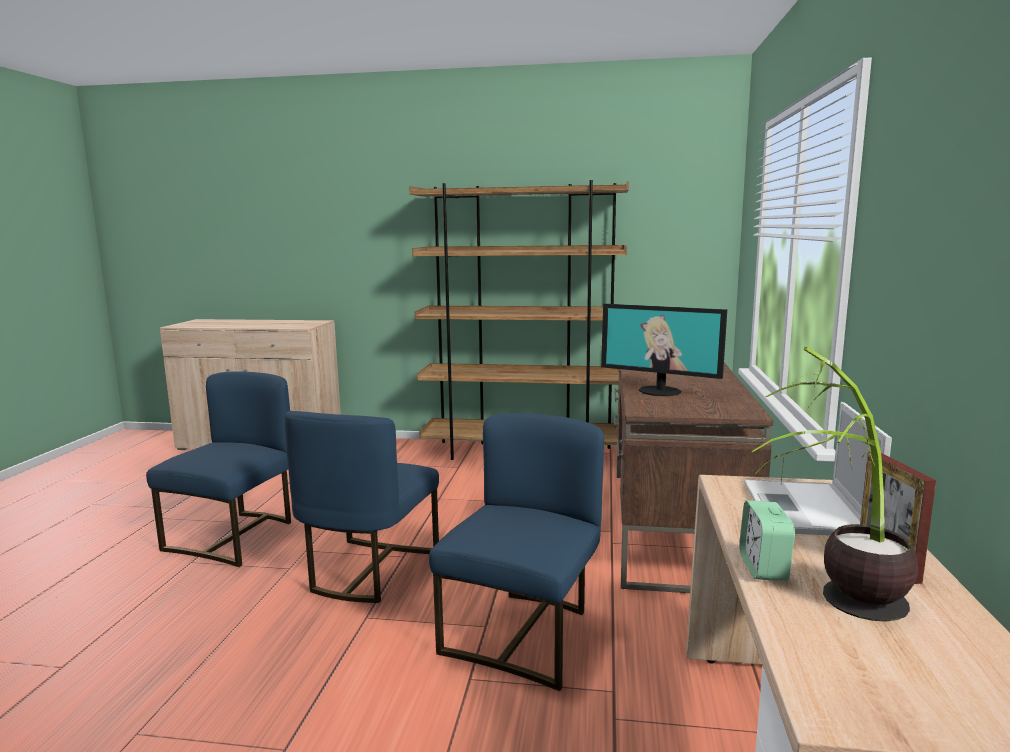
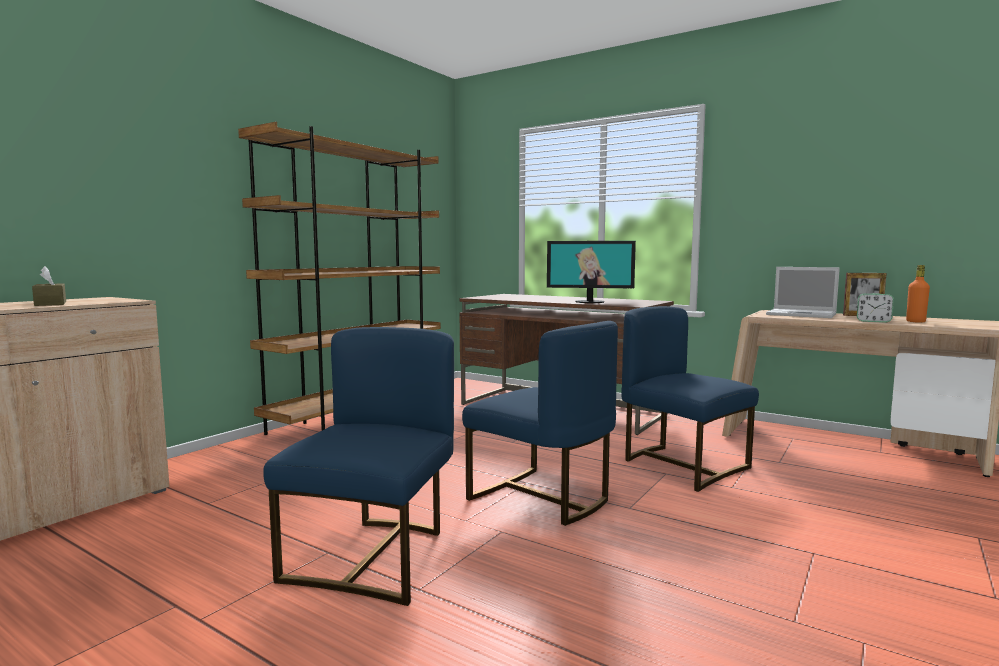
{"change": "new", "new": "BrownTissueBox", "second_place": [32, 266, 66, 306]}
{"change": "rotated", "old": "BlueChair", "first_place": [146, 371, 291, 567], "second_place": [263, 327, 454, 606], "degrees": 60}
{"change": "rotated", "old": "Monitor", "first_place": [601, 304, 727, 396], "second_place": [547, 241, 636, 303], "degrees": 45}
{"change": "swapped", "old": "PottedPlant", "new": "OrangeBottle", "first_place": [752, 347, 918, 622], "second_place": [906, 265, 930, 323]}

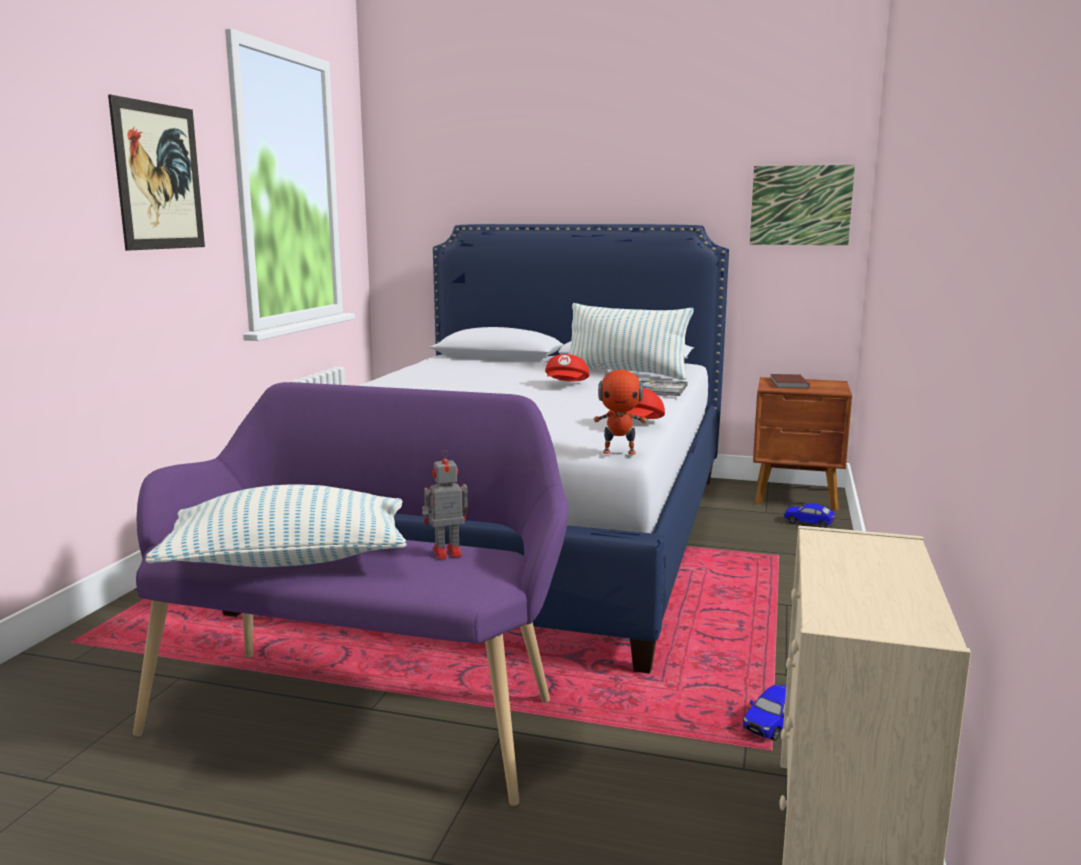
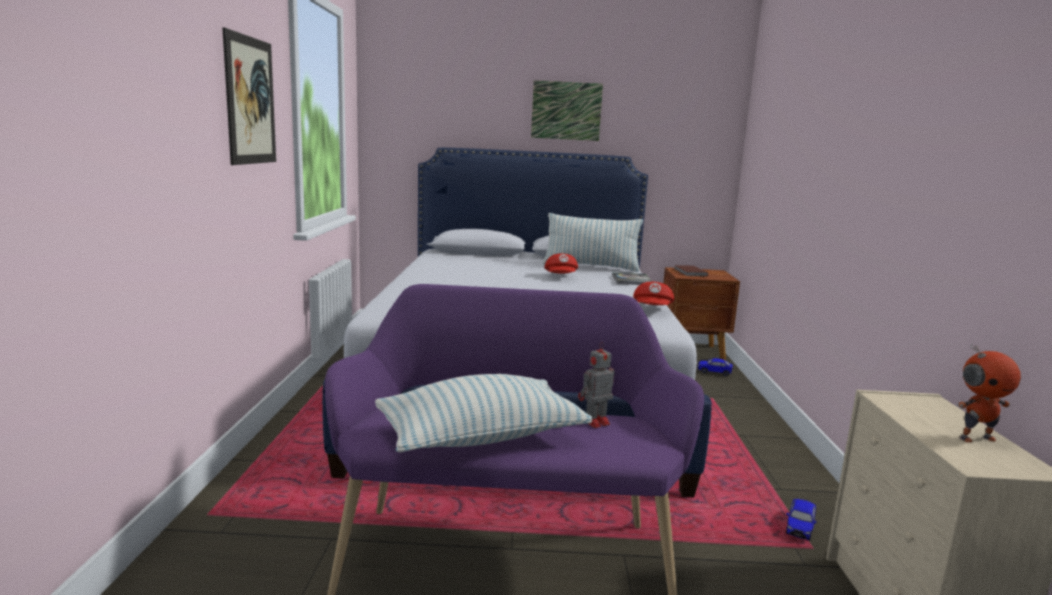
{"change": "shifted", "old": "Picture", "first_place": [750, 165, 855, 245], "second_place": [531, 80, 603, 141]}
{"change": "shifted", "old": "ToyRobot", "first_place": [593, 362, 647, 455], "second_place": [957, 343, 1021, 443]}

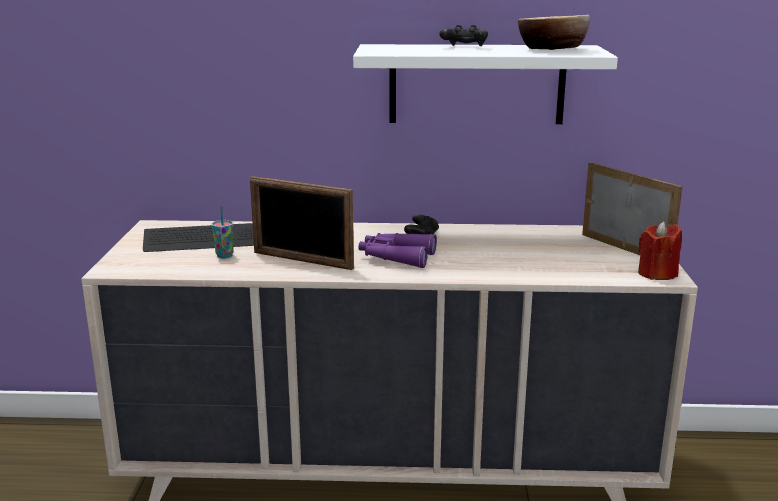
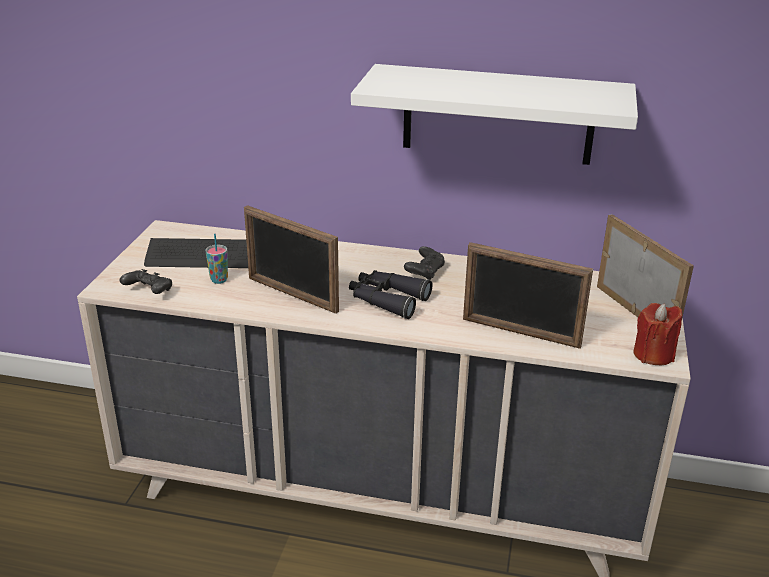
{"change": "shifted", "old": "BlackGameController", "first_place": [439, 25, 488, 46], "second_place": [120, 269, 172, 294]}
{"change": "repainted", "old": "PurpleBinoculars", "new": "BlackBinoculars", "first_place": [358, 233, 437, 268], "second_place": [349, 270, 433, 319]}
{"change": "new", "new": "PictureFrame", "second_place": [463, 242, 593, 349]}
{"change": "gone", "old": "Bowl", "first_place": [518, 15, 590, 50]}

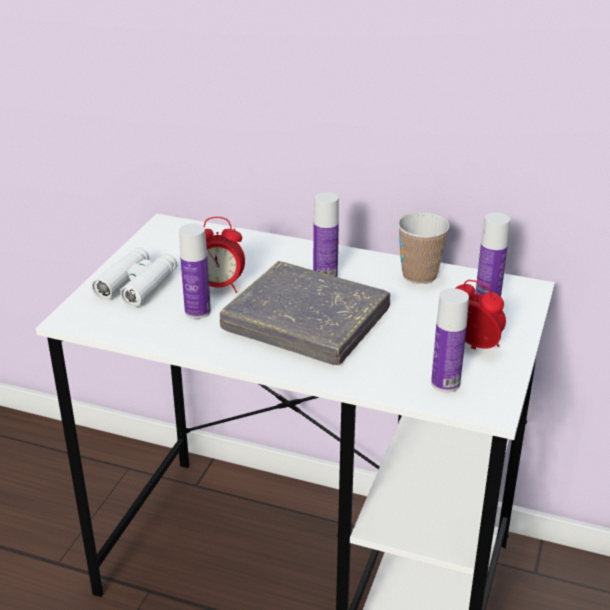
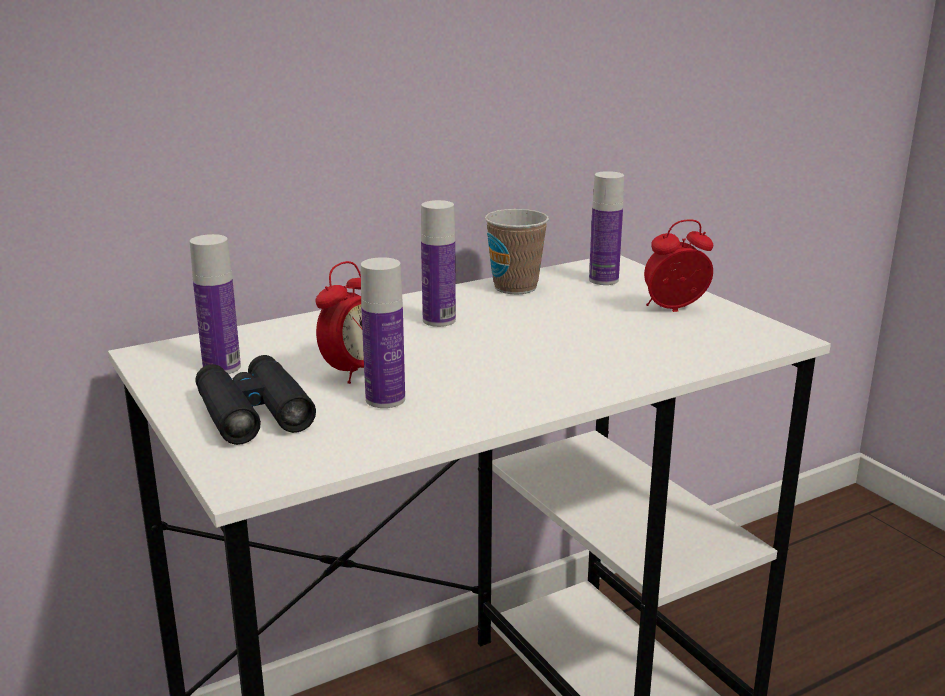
{"change": "shifted", "old": "Bottle", "first_place": [431, 288, 469, 392], "second_place": [190, 234, 241, 374]}
{"change": "repainted", "old": "WhiteBinoculars", "new": "BlackBinoculars", "first_place": [91, 247, 177, 307], "second_place": [195, 355, 316, 445]}
{"change": "gone", "old": "GreyBook", "first_place": [220, 261, 390, 365]}

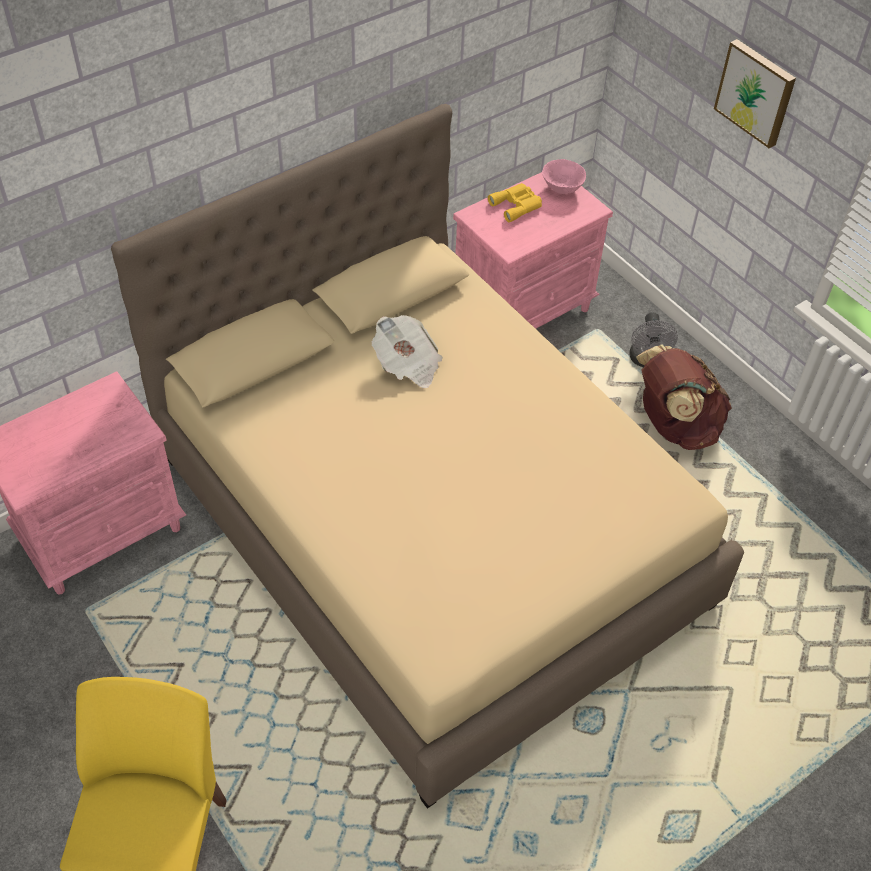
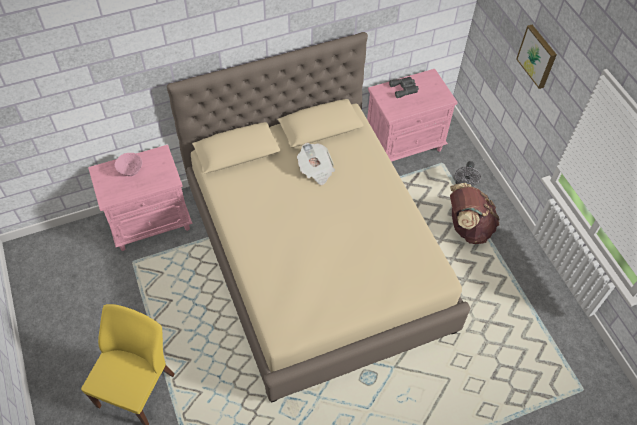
{"change": "shifted", "old": "PinkBowl", "first_place": [542, 159, 586, 194], "second_place": [115, 153, 142, 176]}
{"change": "repainted", "old": "YellowBinoculars", "new": "GreyBinoculars", "first_place": [488, 183, 542, 222], "second_place": [389, 77, 419, 98]}

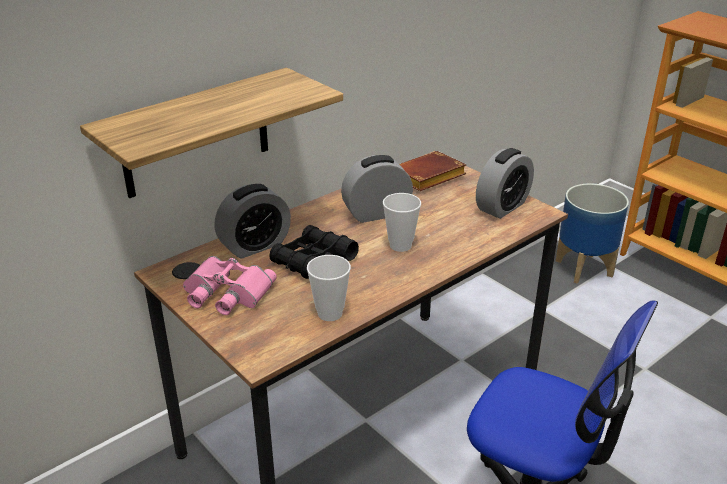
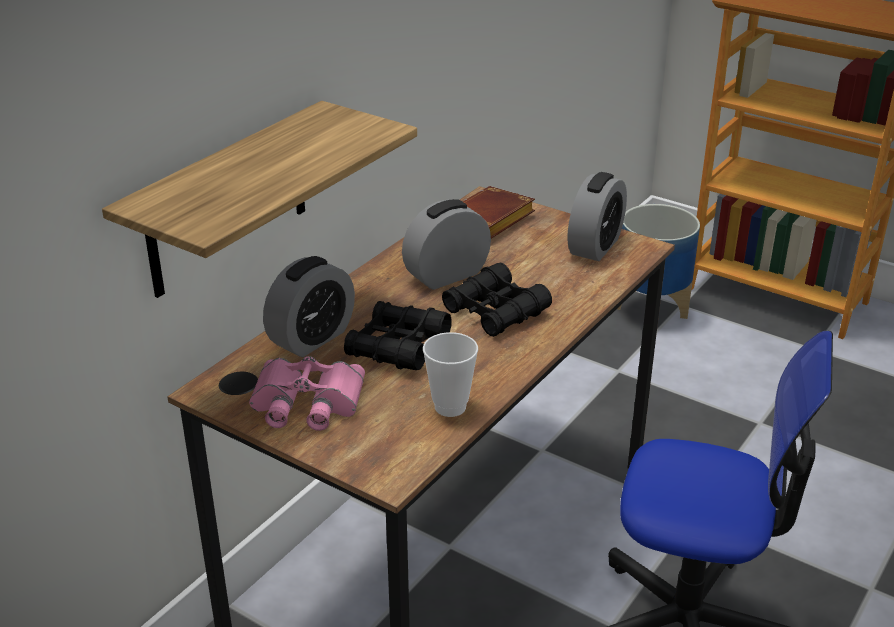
{"change": "swapped", "old": "Cup", "new": "BlackBinoculars", "first_place": [383, 193, 421, 252], "second_place": [442, 262, 552, 337]}

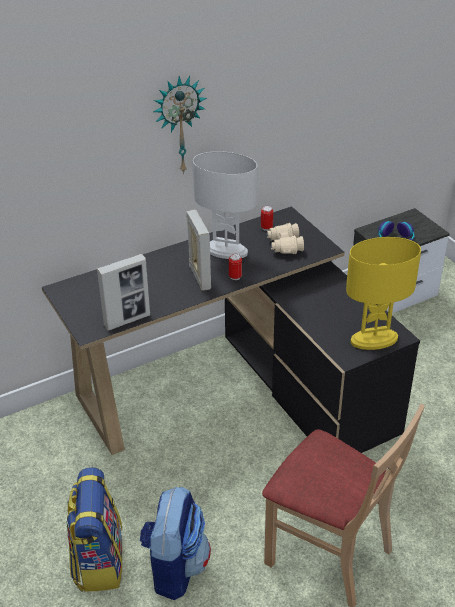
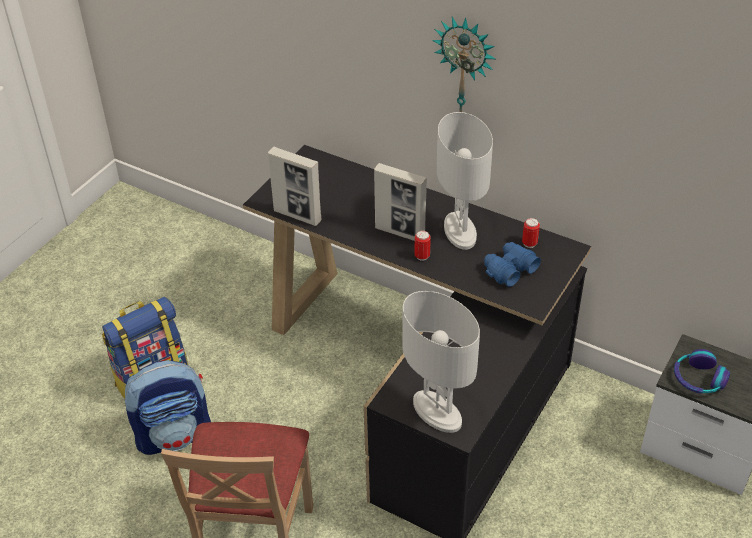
{"change": "rotated", "old": "PictureFrame", "first_place": [186, 210, 211, 291], "second_place": [374, 163, 427, 241], "degrees": 75}
{"change": "repainted", "old": "YellowTableLamp", "new": "WhiteTableLamp", "first_place": [346, 237, 421, 350], "second_place": [402, 291, 480, 433]}
{"change": "repainted", "old": "BeigeBinoculars", "new": "BlueBinoculars", "first_place": [267, 223, 304, 254], "second_place": [484, 242, 541, 287]}

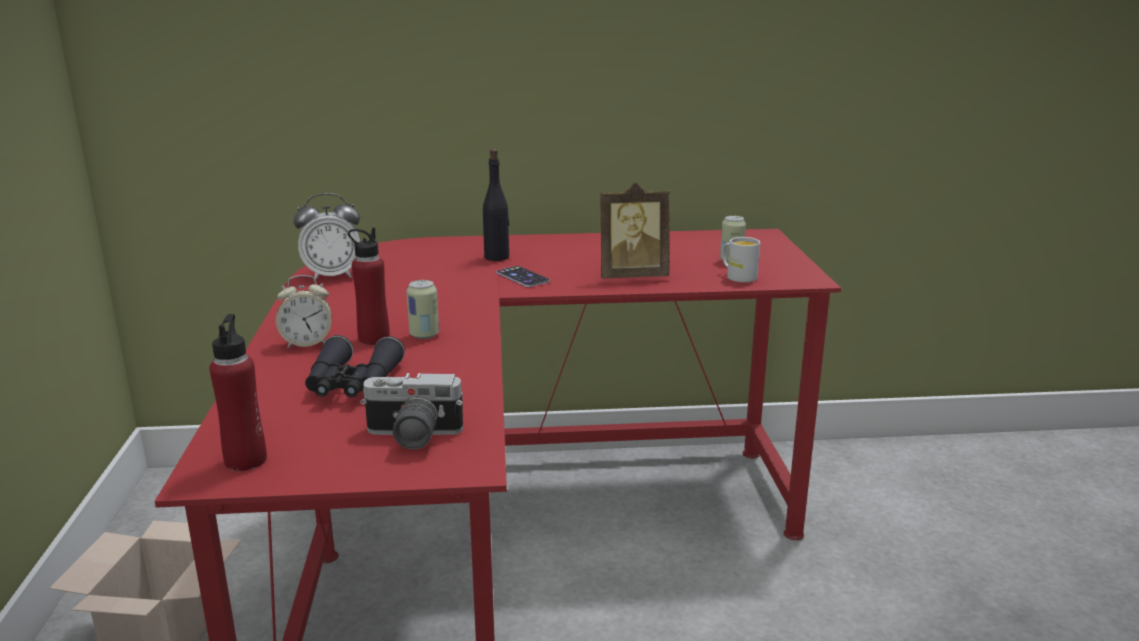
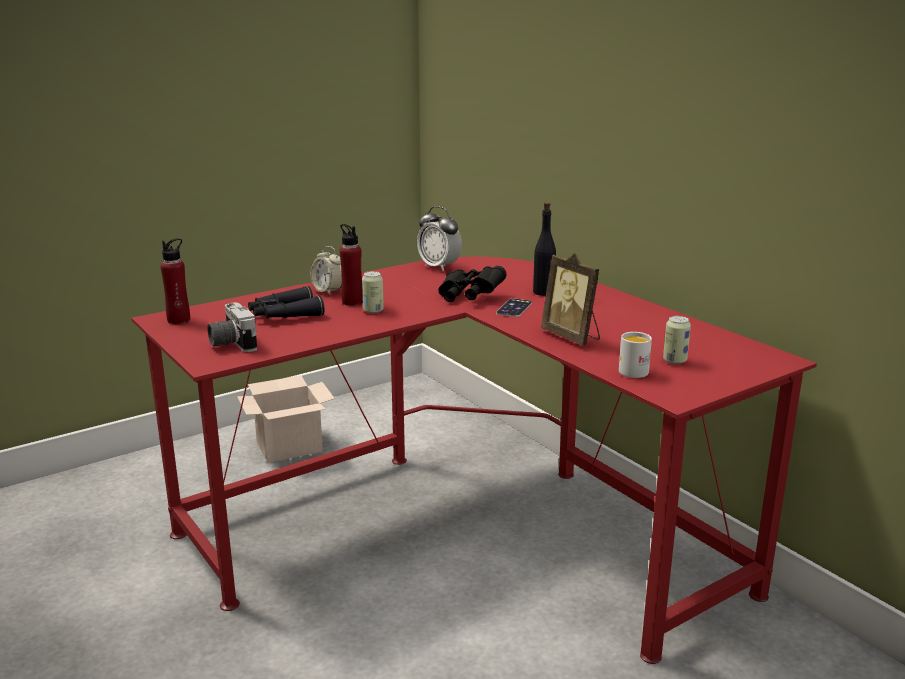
{"change": "new", "new": "BlackBinoculars", "second_place": [438, 266, 507, 302]}

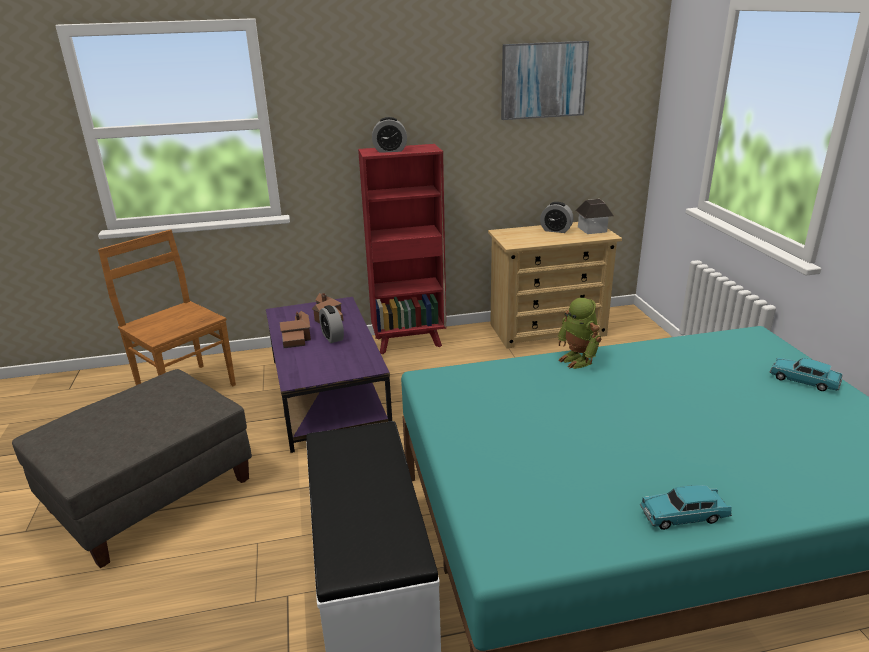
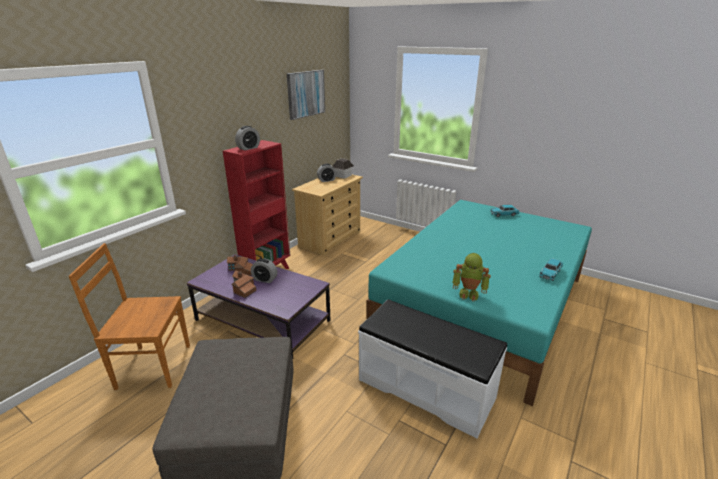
{"change": "shifted", "old": "ToyRobot", "first_place": [558, 298, 602, 369], "second_place": [453, 253, 491, 301]}

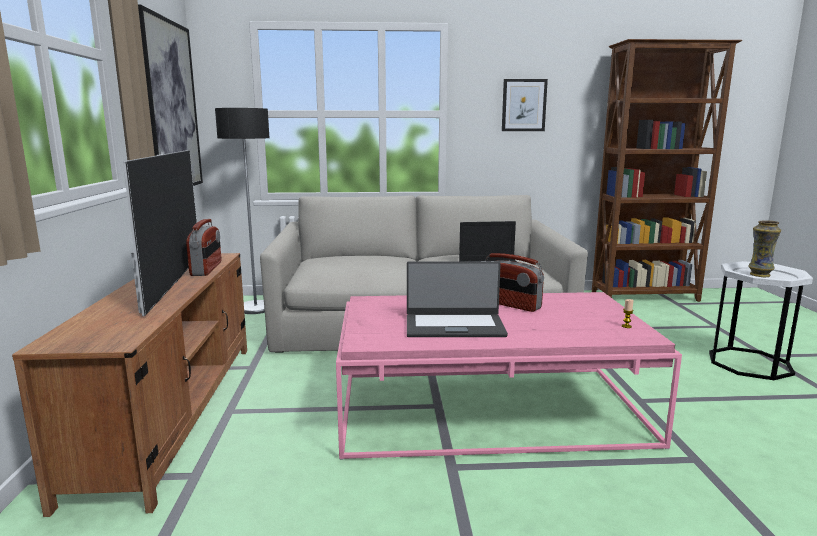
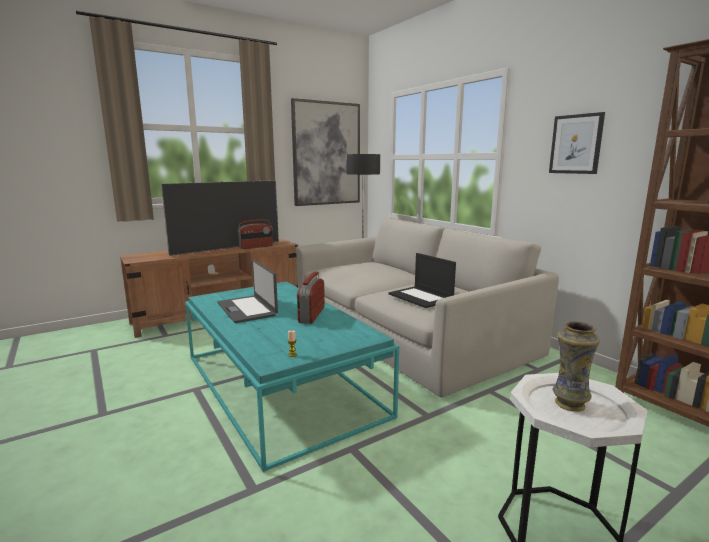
{"change": "repainted", "old": "PinkCoffeeTable", "new": "TurquoiseCoffeeTable", "first_place": [336, 292, 682, 460], "second_place": [185, 281, 399, 473]}

